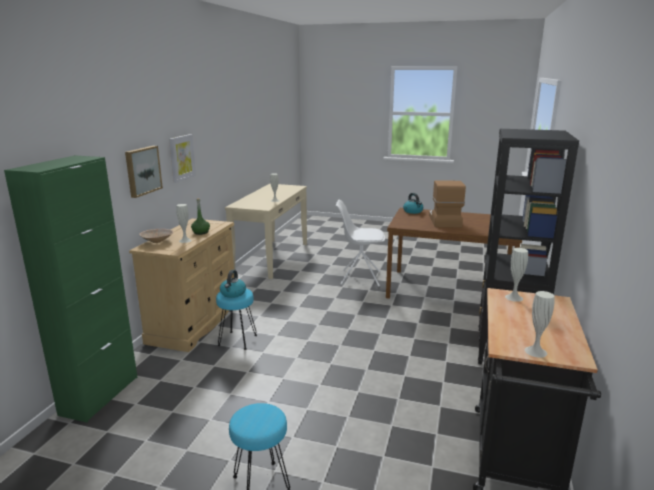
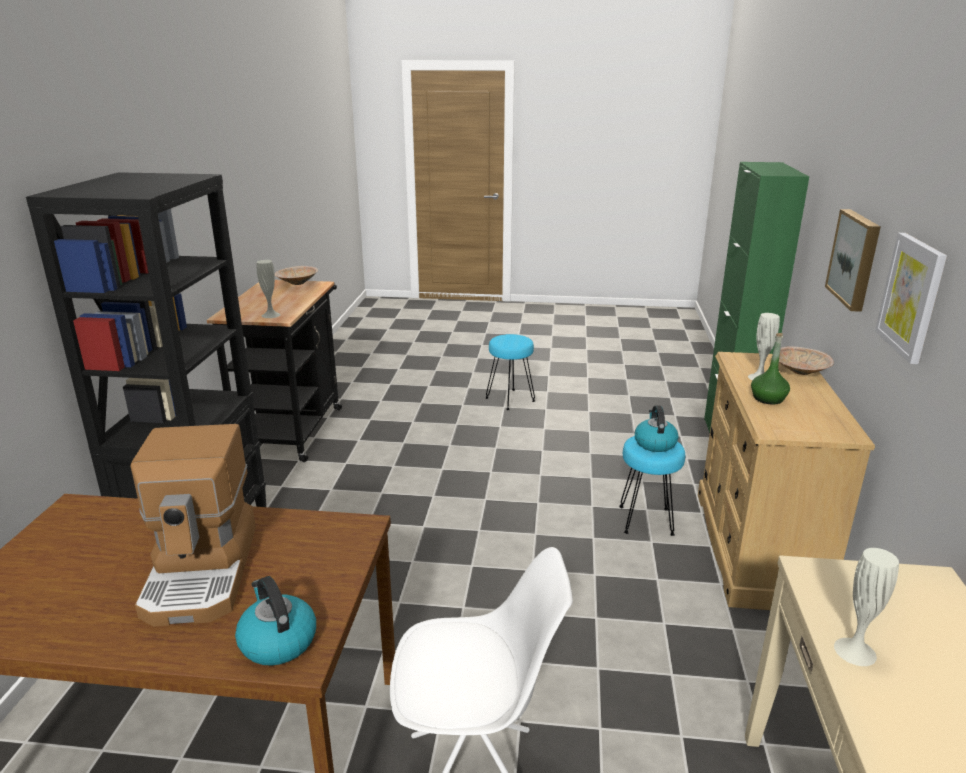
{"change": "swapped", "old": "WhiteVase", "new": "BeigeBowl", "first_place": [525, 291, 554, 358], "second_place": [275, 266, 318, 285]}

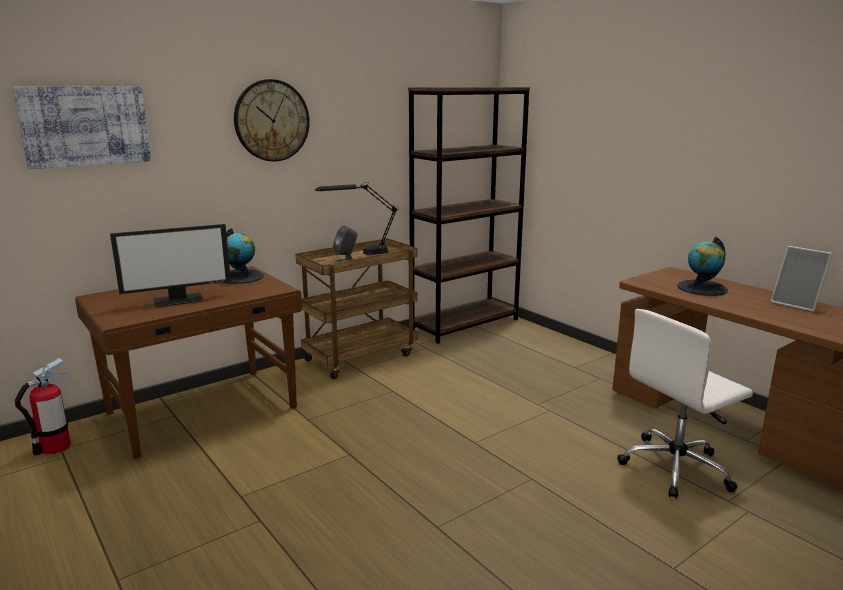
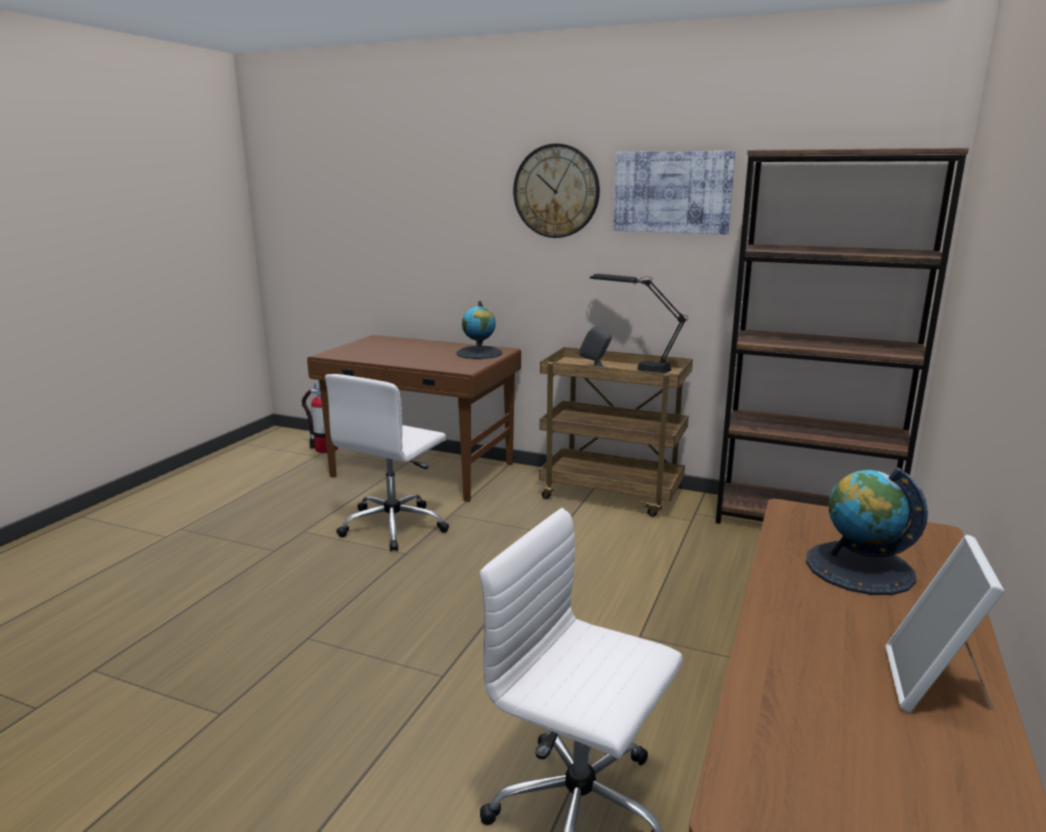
{"change": "new", "new": "WhiteOfficeChair", "second_place": [325, 374, 449, 552]}
{"change": "shifted", "old": "Picture", "first_place": [13, 86, 151, 169], "second_place": [613, 151, 735, 234]}
{"change": "gone", "old": "Monitor", "first_place": [110, 224, 231, 307]}

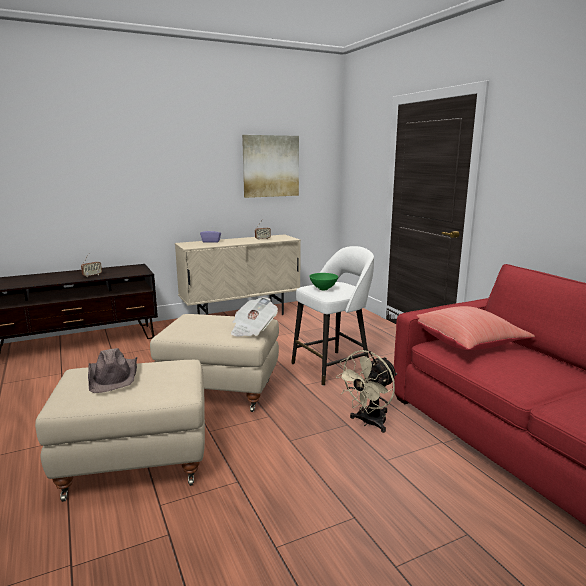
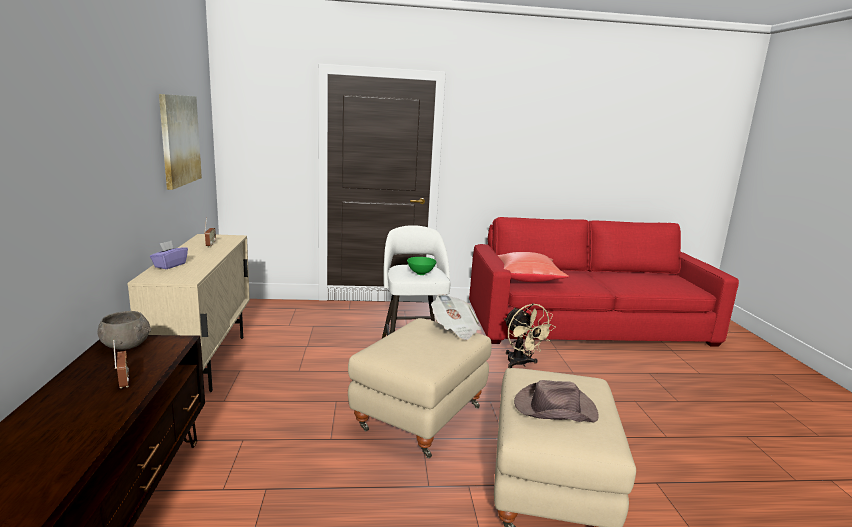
{"change": "new", "new": "GreyBowl", "second_place": [97, 311, 151, 350]}

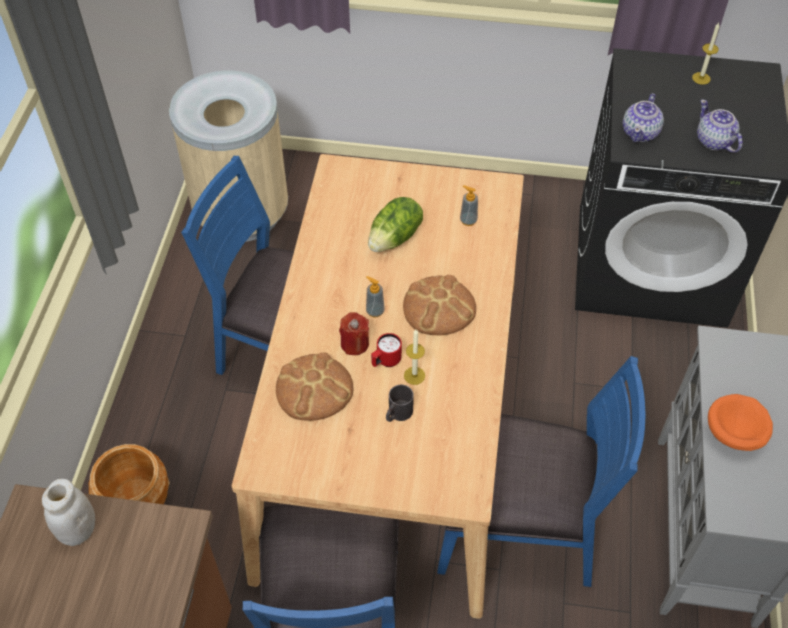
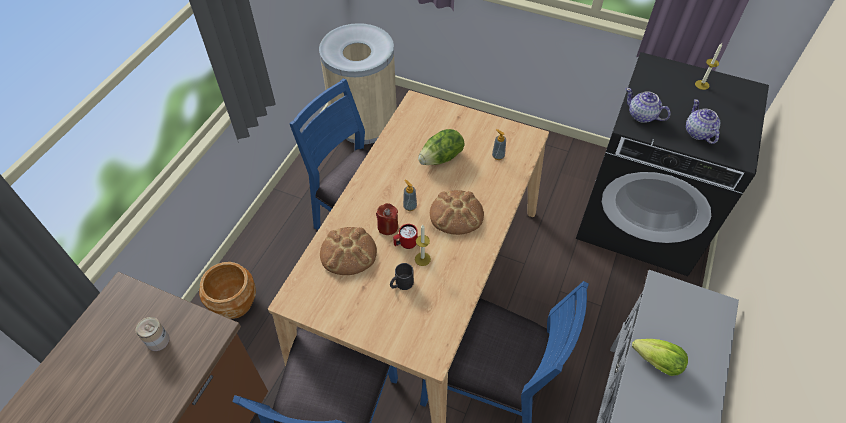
{"change": "new", "new": "Can", "second_place": [136, 317, 170, 351]}
{"change": "rotated", "old": "Teapot", "first_place": [623, 93, 664, 142], "second_place": [626, 88, 671, 123], "degrees": 90}
{"change": "swapped", "old": "OrangeBowl", "new": "Lettuce", "first_place": [708, 394, 773, 451], "second_place": [632, 339, 688, 376]}
{"change": "gone", "old": "WhiteJar", "first_place": [42, 479, 95, 546]}

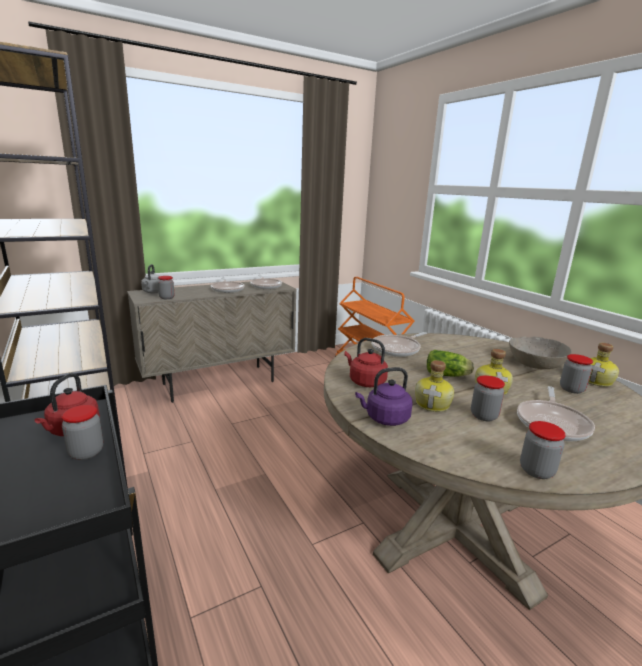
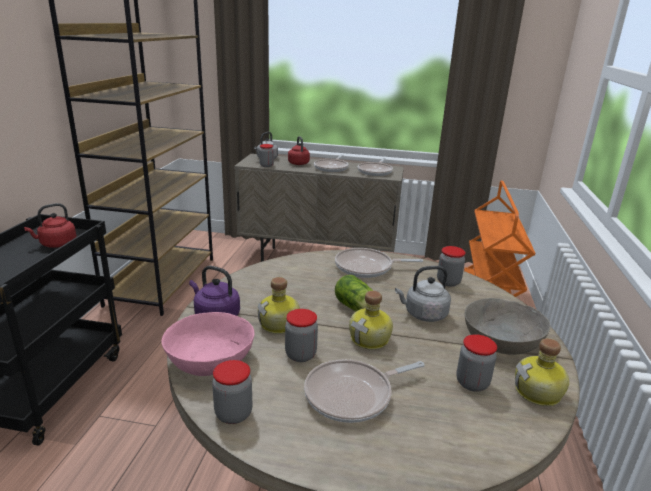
{"change": "new", "new": "PinkBowl", "second_place": [162, 312, 255, 376]}
{"change": "shifted", "old": "RedKettle", "first_place": [344, 338, 388, 387], "second_place": [288, 136, 310, 165]}
{"change": "new", "new": "GreyKettle", "second_place": [395, 266, 451, 322]}
{"change": "shifted", "old": "Jar", "first_place": [61, 405, 103, 460], "second_place": [437, 246, 465, 287]}

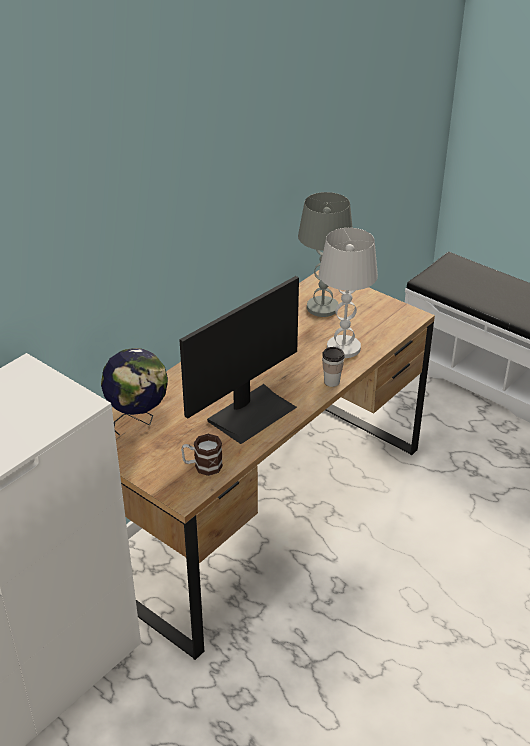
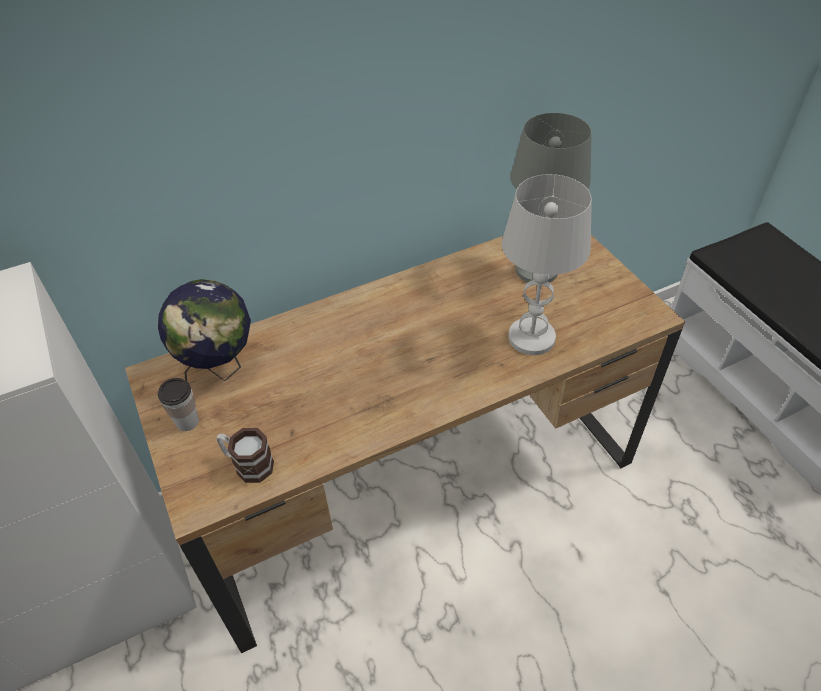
{"change": "shifted", "old": "Cup", "first_place": [322, 347, 345, 387], "second_place": [158, 378, 199, 431]}
{"change": "gone", "old": "Monitor", "first_place": [179, 276, 299, 444]}

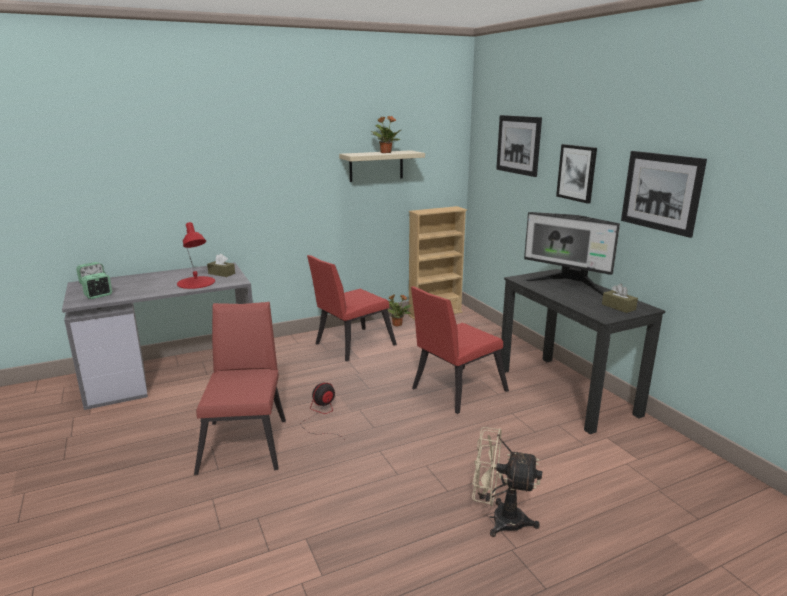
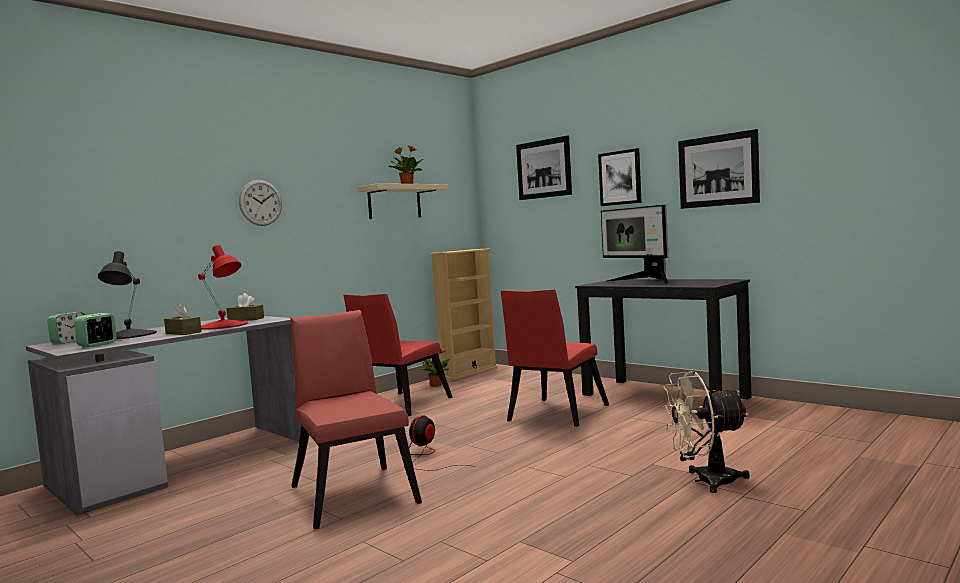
{"change": "new", "new": "BlackTableLamp", "second_place": [98, 251, 157, 339]}
{"change": "shifted", "old": "BrownTissueBox", "first_place": [602, 284, 638, 313], "second_place": [164, 303, 202, 335]}
{"change": "new", "new": "WallClock", "second_place": [239, 180, 282, 226]}
{"change": "rotated", "old": "Monitor", "first_place": [522, 212, 620, 295], "second_place": [601, 205, 669, 285], "degrees": 45}

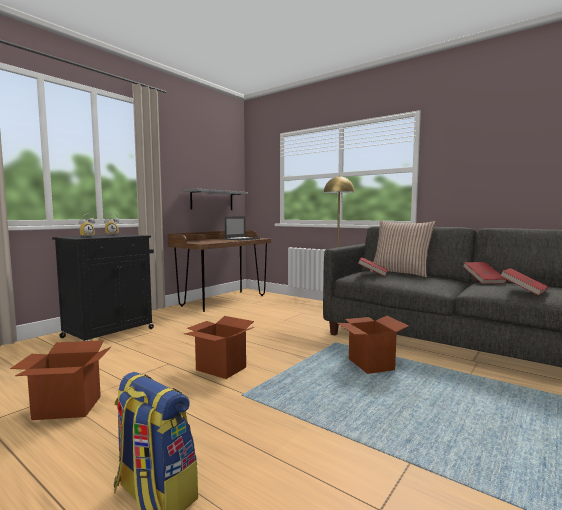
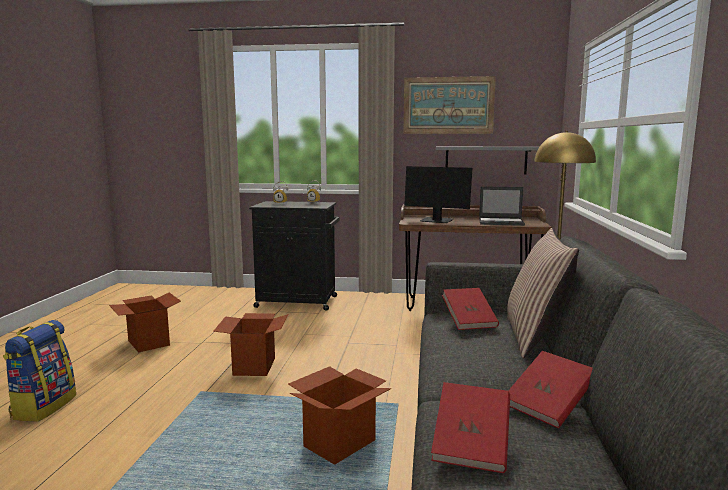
{"change": "new", "new": "Picture", "second_place": [403, 76, 496, 134]}
{"change": "new", "new": "Monitor", "second_place": [404, 166, 472, 223]}

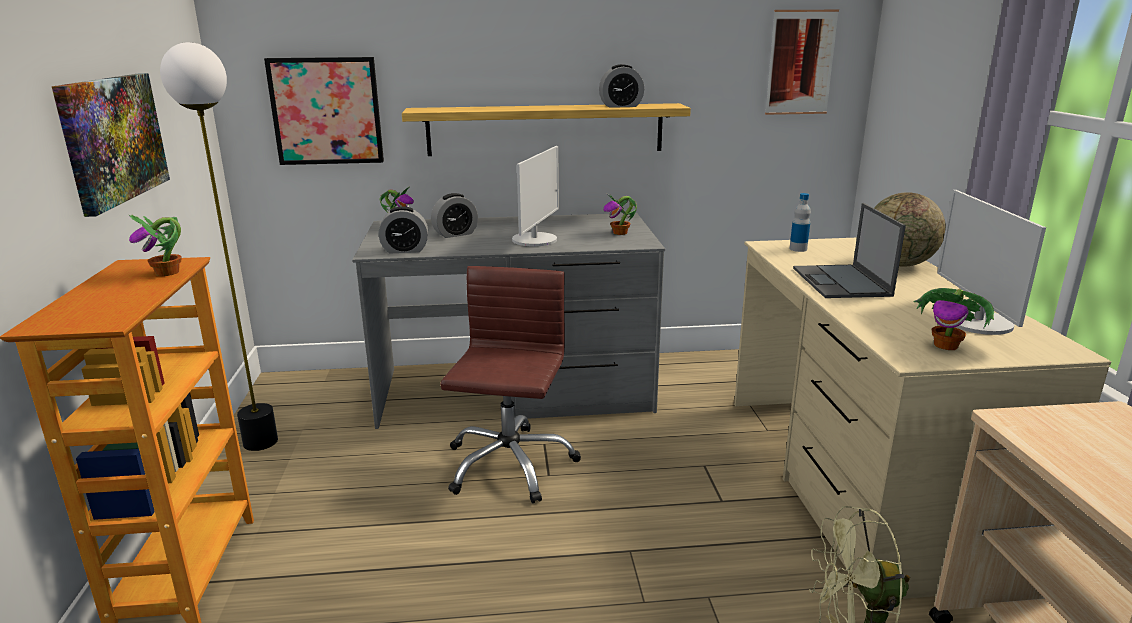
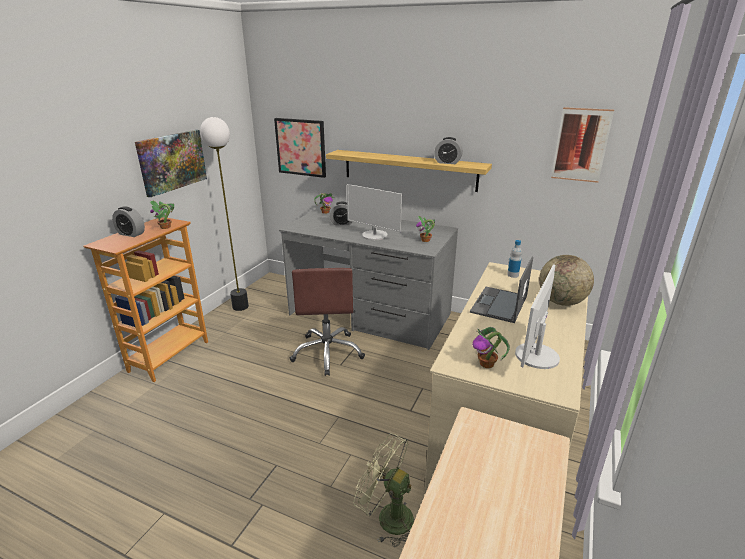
{"change": "shifted", "old": "AlarmClock", "first_place": [379, 206, 428, 254], "second_place": [112, 206, 145, 237]}
{"change": "rotated", "old": "BrownOfficeChair", "first_place": [440, 266, 581, 503], "second_place": [290, 268, 365, 376], "degrees": 135}
{"change": "rotated", "old": "Monitor", "first_place": [512, 146, 559, 246], "second_place": [347, 184, 402, 240], "degrees": 75}

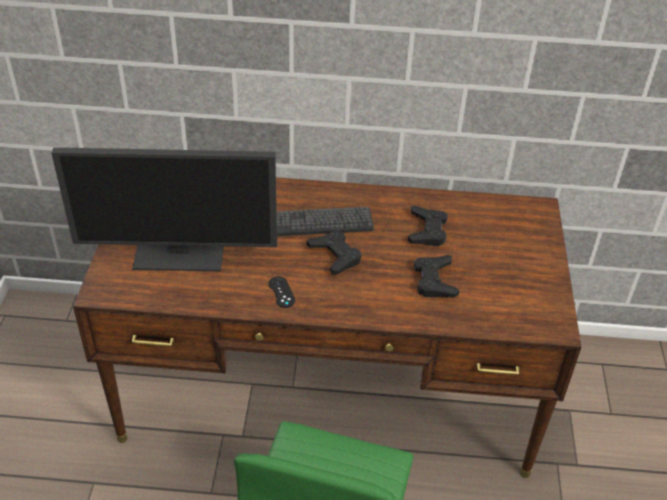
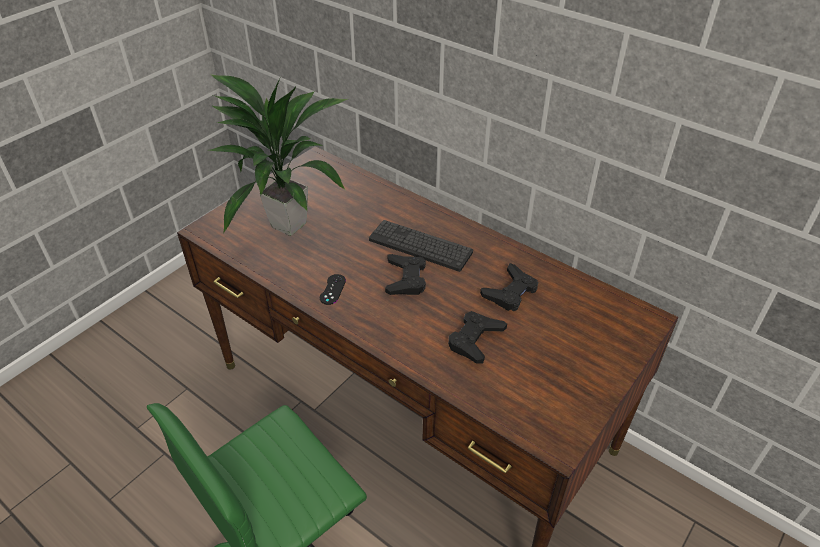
{"change": "swapped", "old": "Monitor", "new": "PottedPlant", "first_place": [51, 147, 277, 271], "second_place": [209, 74, 347, 236]}

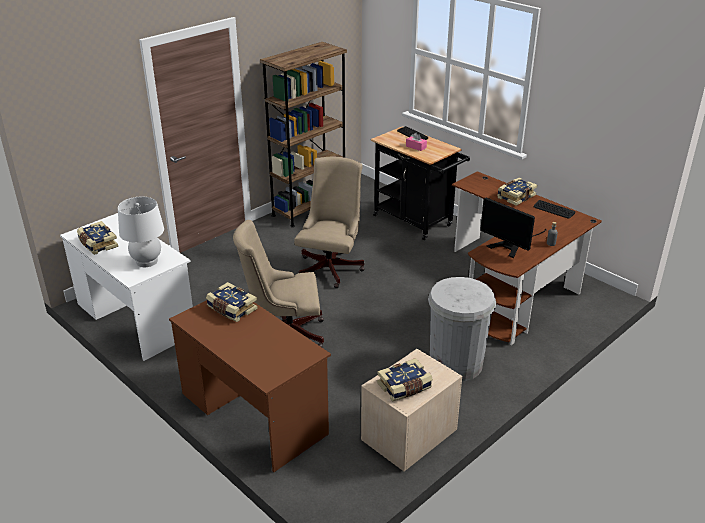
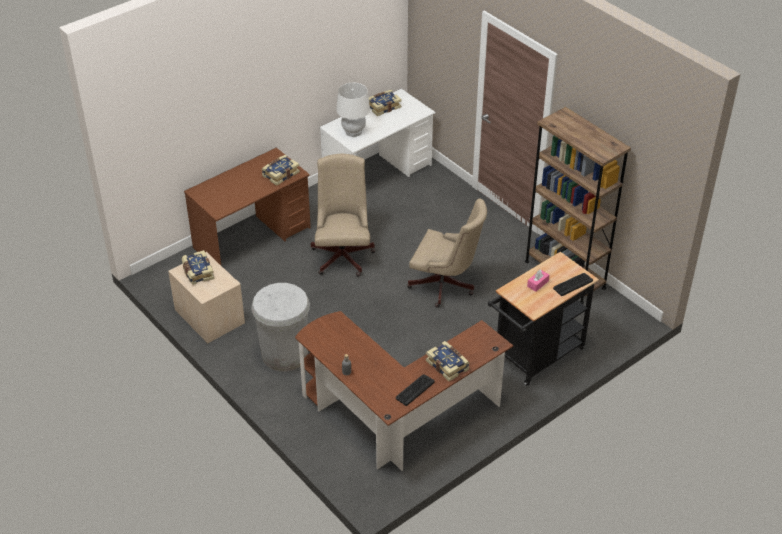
{"change": "gone", "old": "Monitor", "first_place": [480, 198, 547, 258]}

